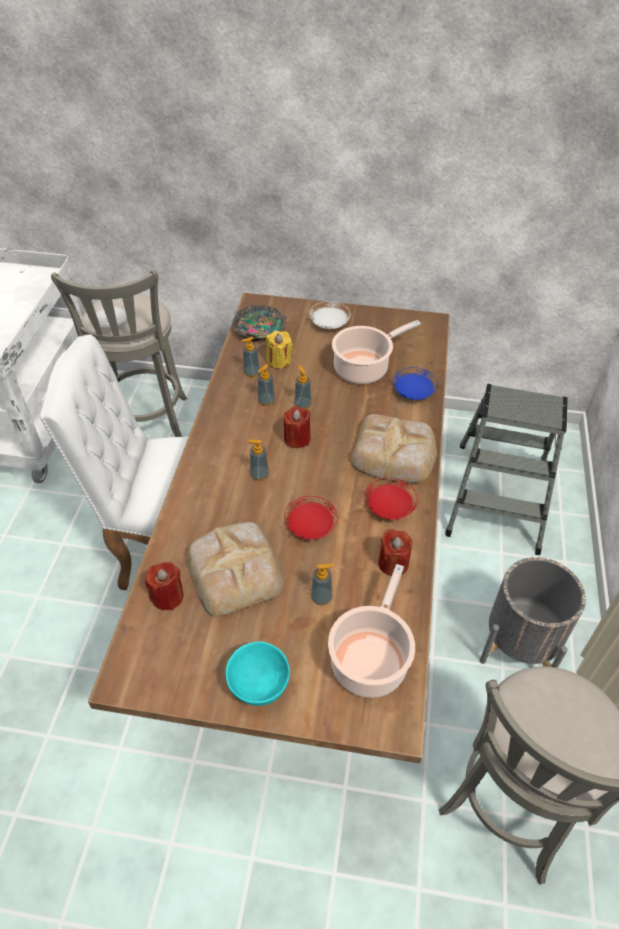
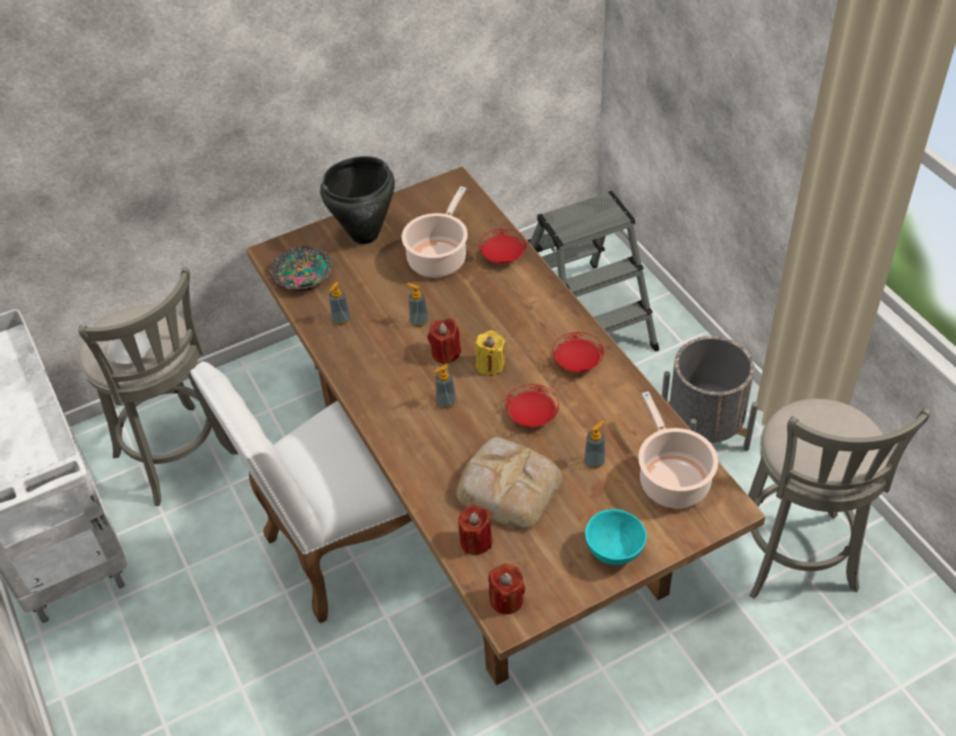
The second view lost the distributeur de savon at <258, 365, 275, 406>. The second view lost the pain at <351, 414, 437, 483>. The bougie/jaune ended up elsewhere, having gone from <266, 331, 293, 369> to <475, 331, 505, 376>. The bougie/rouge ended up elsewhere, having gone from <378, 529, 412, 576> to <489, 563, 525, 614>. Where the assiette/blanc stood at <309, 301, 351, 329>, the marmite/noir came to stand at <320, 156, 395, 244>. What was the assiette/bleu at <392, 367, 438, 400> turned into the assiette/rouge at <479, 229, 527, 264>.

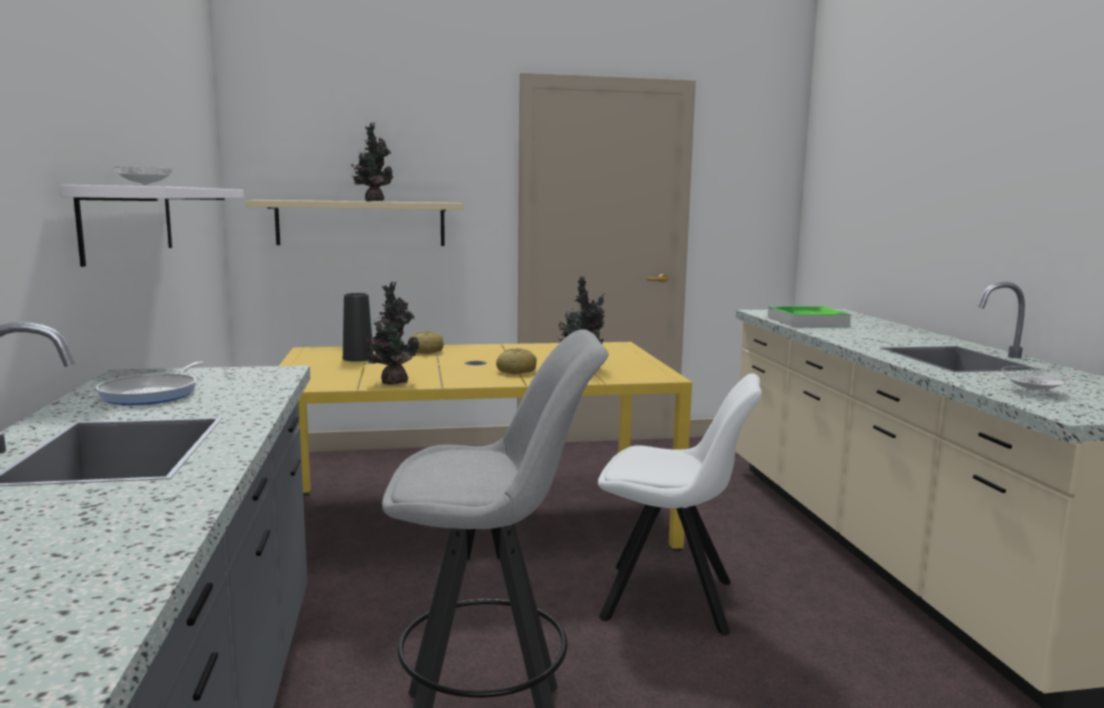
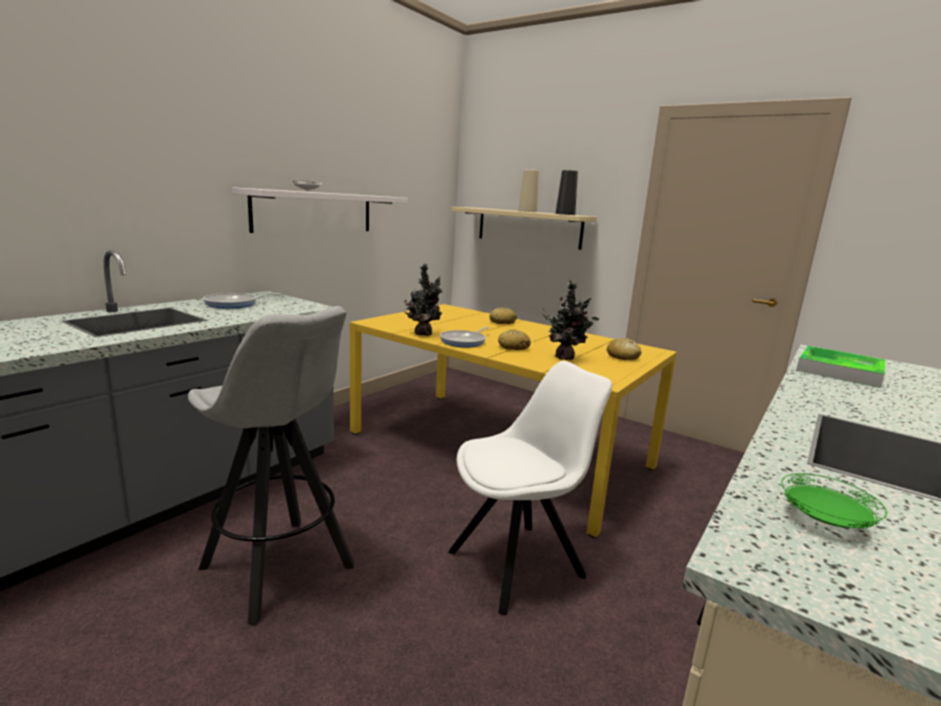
The second view gained the poêle at <440, 327, 489, 348>. The second view gained the pain at <607, 338, 642, 360>. The vase/noir ended up elsewhere, having gone from <343, 293, 374, 362> to <555, 170, 578, 215>. Where the plante en pot stood at <351, 122, 394, 201>, the vase/beige came to stand at <518, 169, 539, 212>. What was the assiette/blanc at <1002, 366, 1071, 392> turned into the assiette/vert at <781, 473, 887, 528>. The chaise/blanc at <598, 373, 762, 636> ended up facing another way, 90 degrees counterclockwise from before.

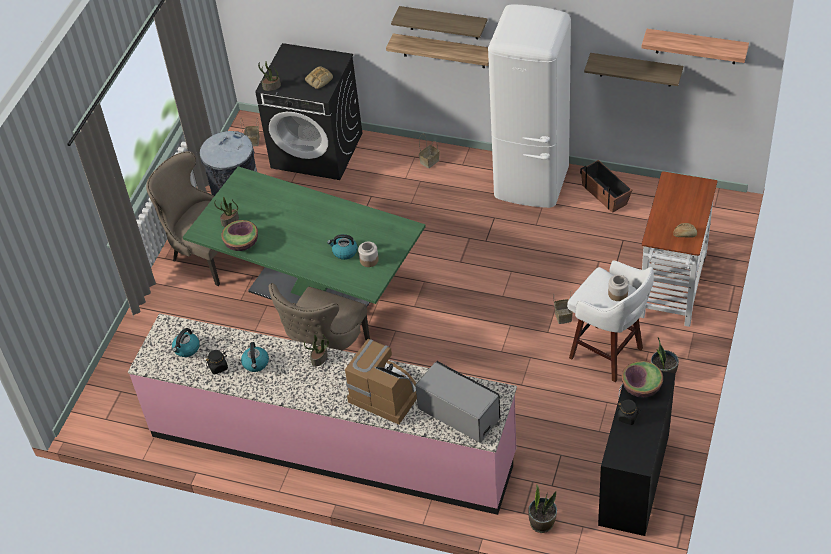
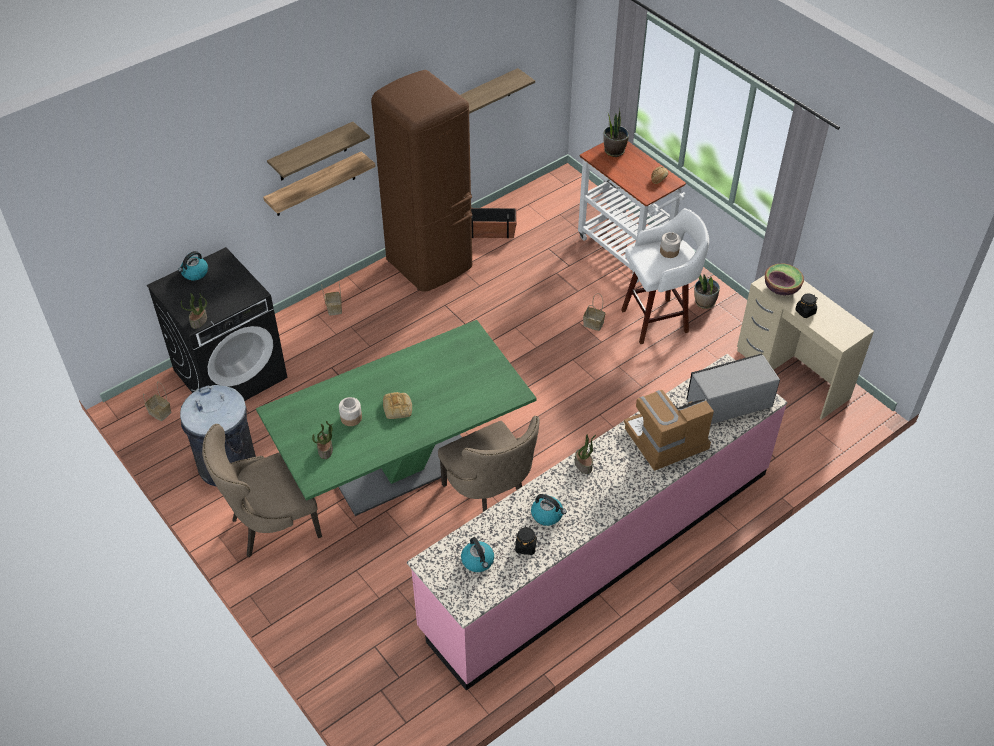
The second view lost the bol at <221, 220, 258, 251>. The second view lost the étagère at <641, 29, 749, 64>. The pain ended up elsewhere, having gone from <305, 66, 333, 89> to <383, 392, 412, 419>. The bouilloire ended up elsewhere, having gone from <327, 234, 358, 260> to <178, 251, 208, 280>. The bocal ended up elsewhere, having gone from <358, 242, 379, 267> to <339, 397, 362, 426>. The plante en pot ended up elsewhere, having gone from <528, 484, 557, 533> to <603, 107, 629, 157>. What was the réfrigérateur/blanc at <488, 5, 571, 208> turned into the réfrigérateur/marron at <371, 70, 472, 292>. What was the bureau/noir at <598, 364, 675, 536> turned into the bureau/beige at <737, 275, 874, 420>.

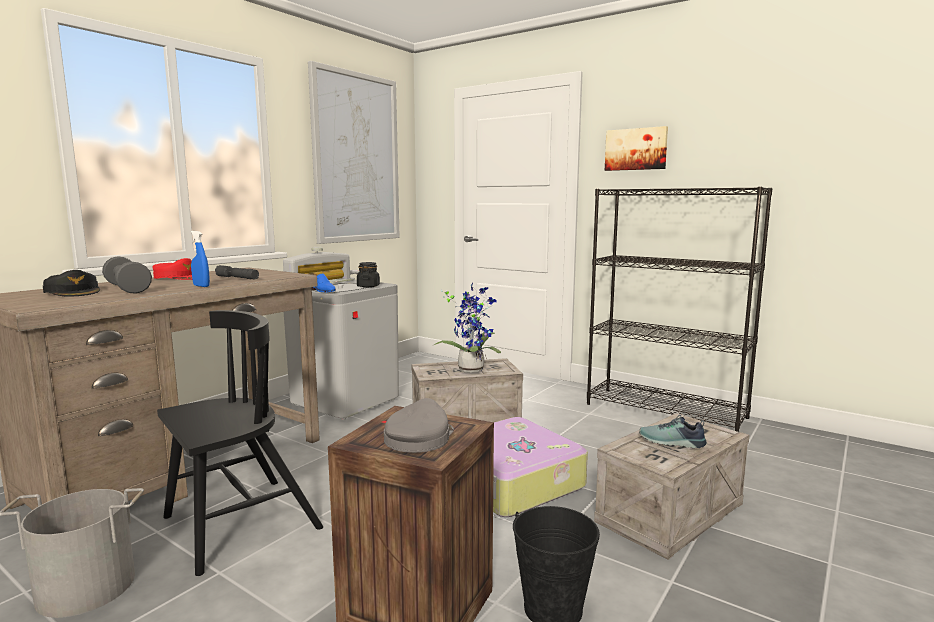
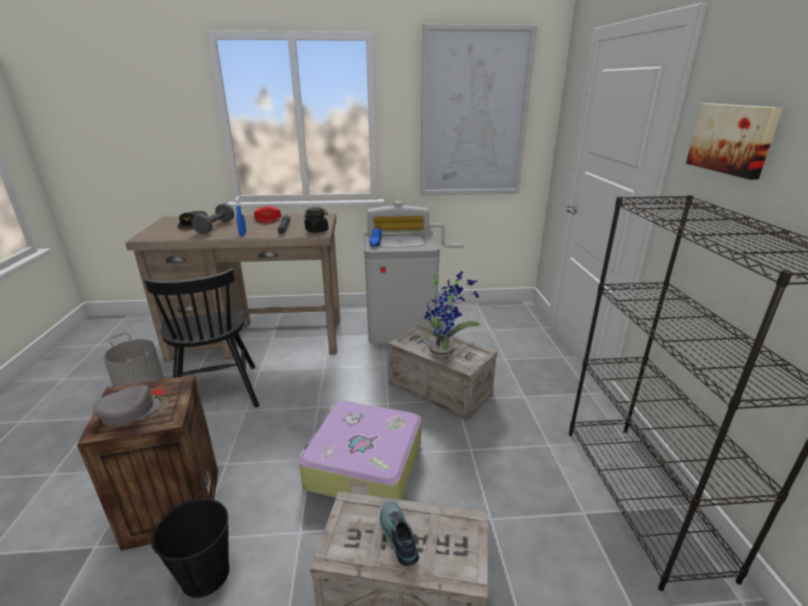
The bocal/noir ended up elsewhere, having gone from <357, 262, 380, 288> to <304, 207, 328, 233>. The chaise/noir at <157, 310, 323, 576> ended up facing another way, 60 degrees clockwise from before.

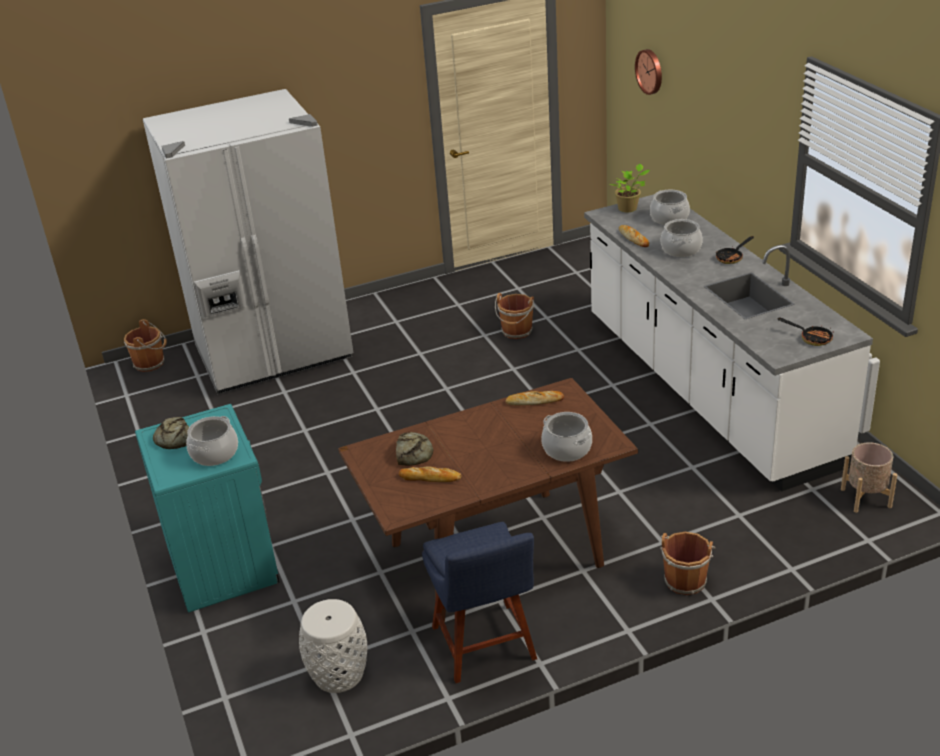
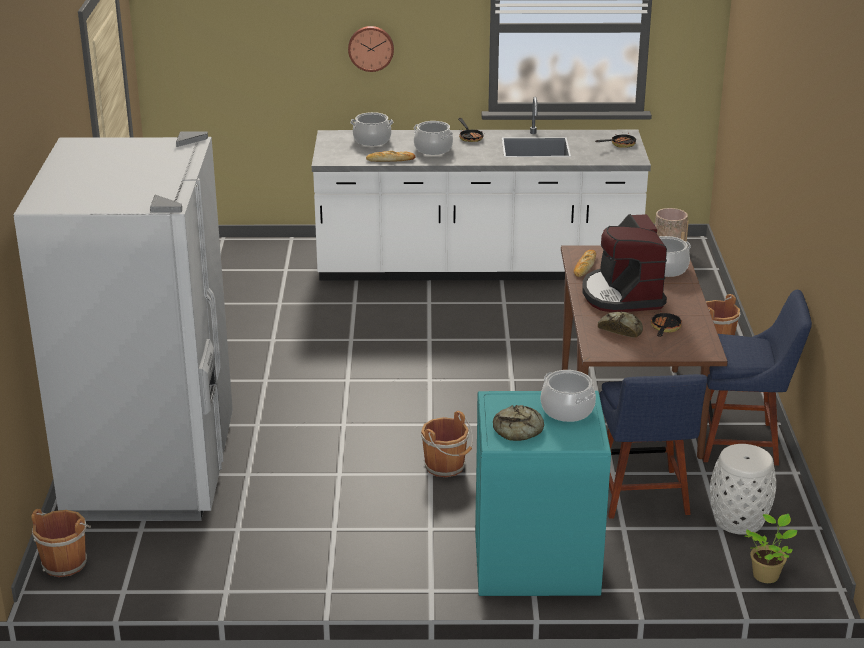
The second view gained the machine à café at <582, 214, 667, 312>. The second view gained the chaise/bleu at <599, 374, 707, 519>. The seau/marron ended up elsewhere, having gone from <495, 293, 535, 339> to <421, 411, 473, 477>. The plante en pot ended up elsewhere, having gone from <610, 164, 650, 212> to <744, 514, 798, 583>. The horloge murale ended up elsewhere, having gone from <635, 49, 662, 95> to <348, 26, 394, 72>. Where the pain stood at <399, 466, 462, 482>, the poêle came to stand at <651, 311, 682, 337>.

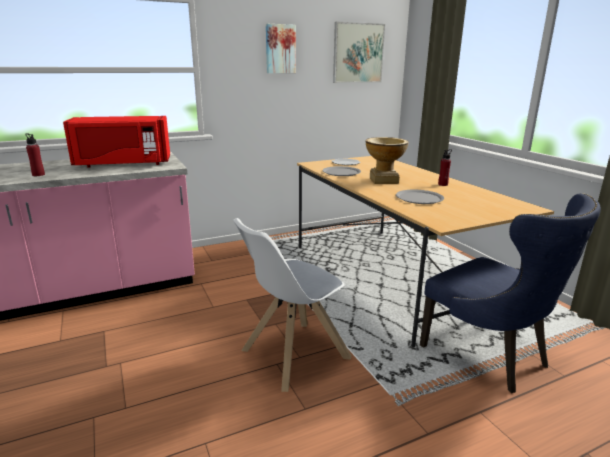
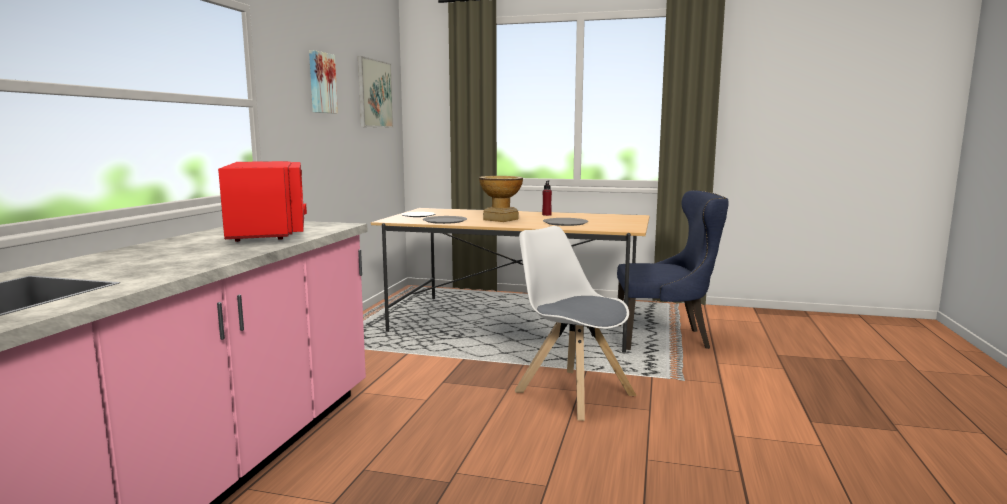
The second view lost the bouteille/rouge at <25, 133, 45, 176>. The micro-ondes/rouge at <63, 116, 170, 168> ended up facing another way, 45 degrees counterclockwise from before. The chaise at <233, 218, 352, 392> ended up facing another way, 135 degrees clockwise from before.

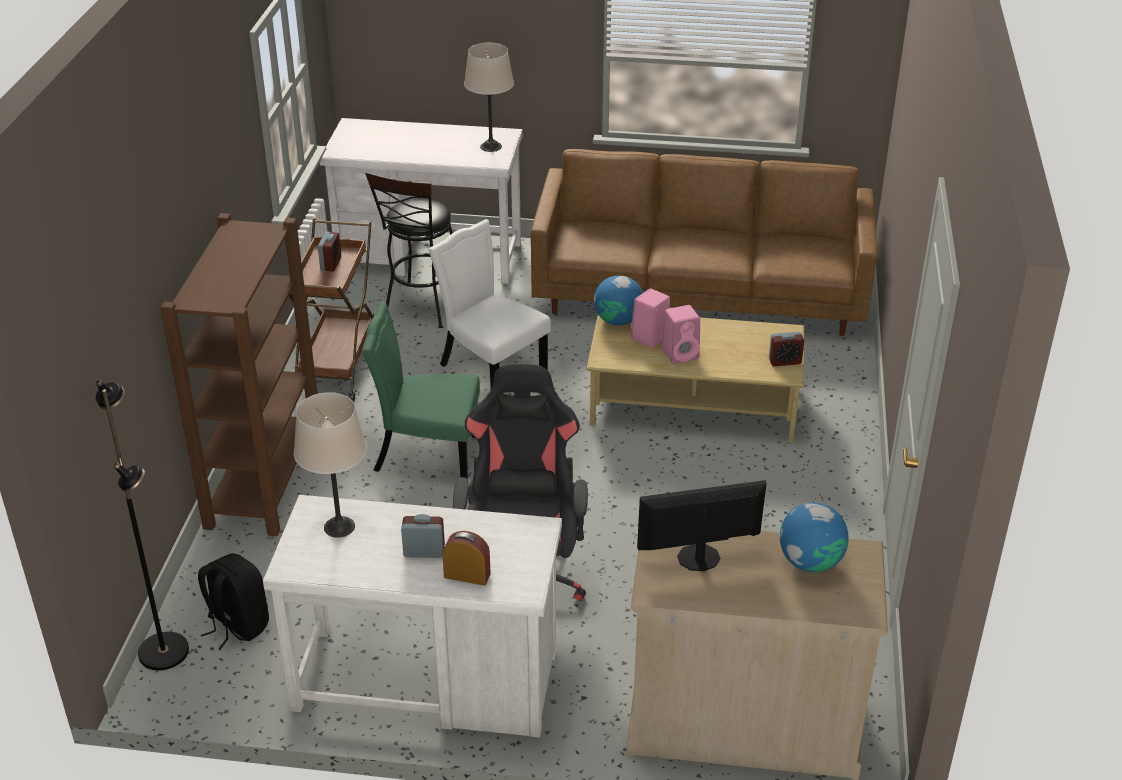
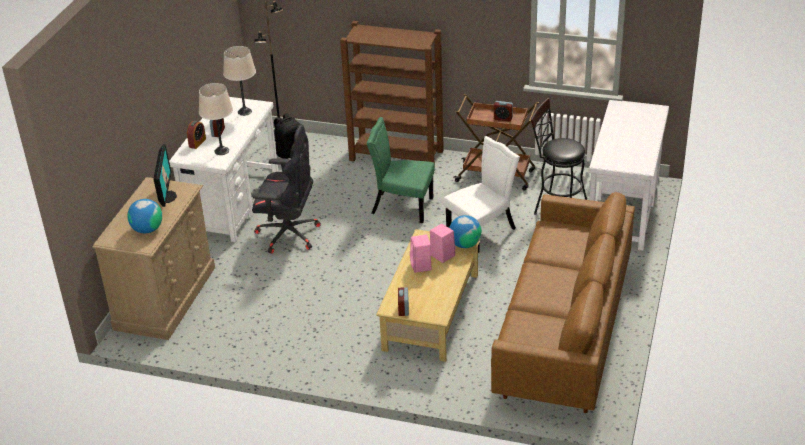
The lampe de table/beige ended up elsewhere, having gone from <464, 43, 514, 152> to <199, 83, 233, 155>. The chaise/vert at <362, 302, 480, 479> ended up facing another way, 90 degrees counterclockwise from before.

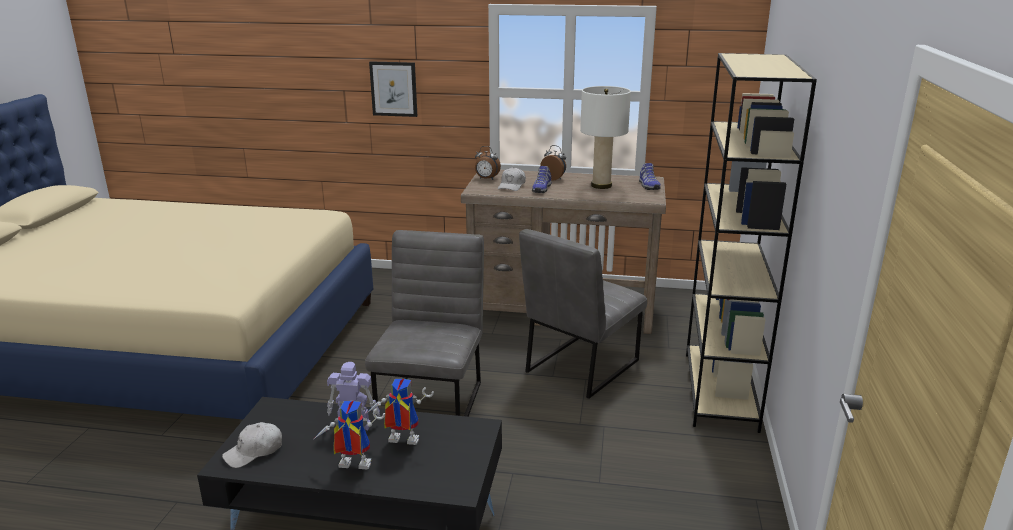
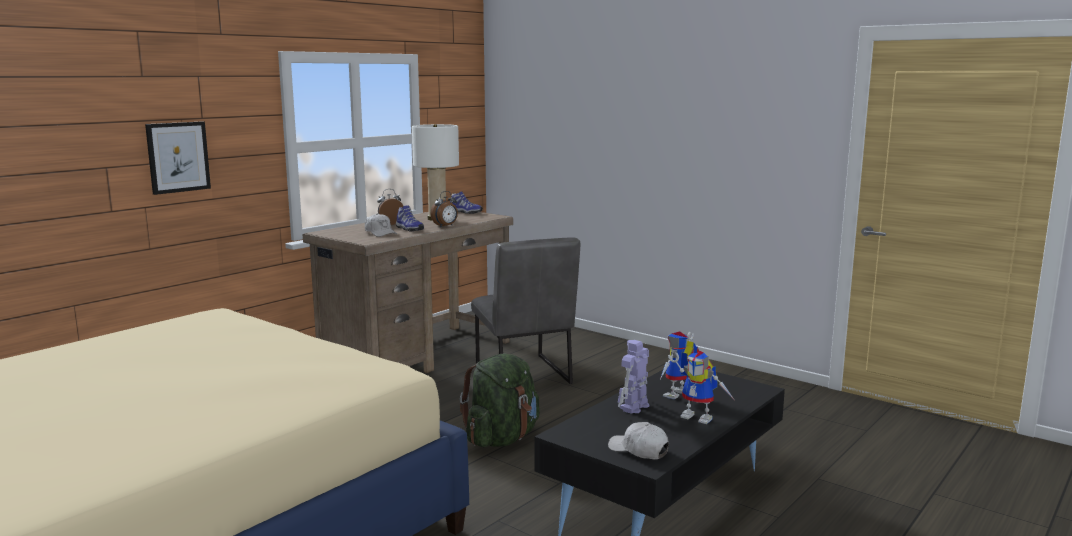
The second view lost the bibliothèque/beige at <686, 53, 817, 433>. The réveil ended up elsewhere, having gone from <475, 146, 501, 180> to <431, 191, 458, 227>. Where the chaise/gris stood at <365, 230, 484, 417>, the sac à dos/vert came to stand at <460, 353, 540, 447>. The casquette/blanc at <222, 422, 282, 468> ended up facing another way, 135 degrees clockwise from before. The robot jouet at <314, 401, 385, 469> ended up facing another way, 90 degrees counterclockwise from before.

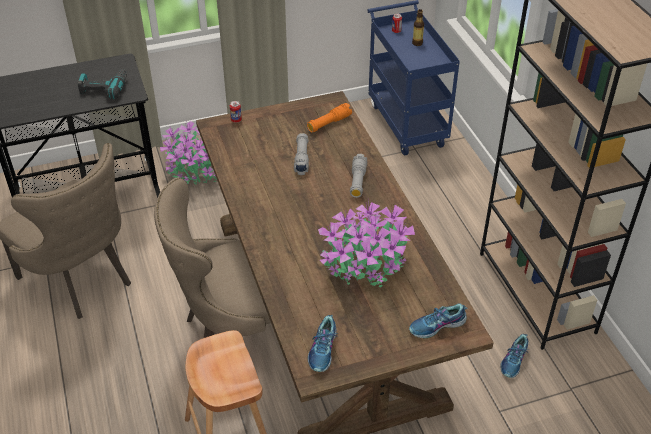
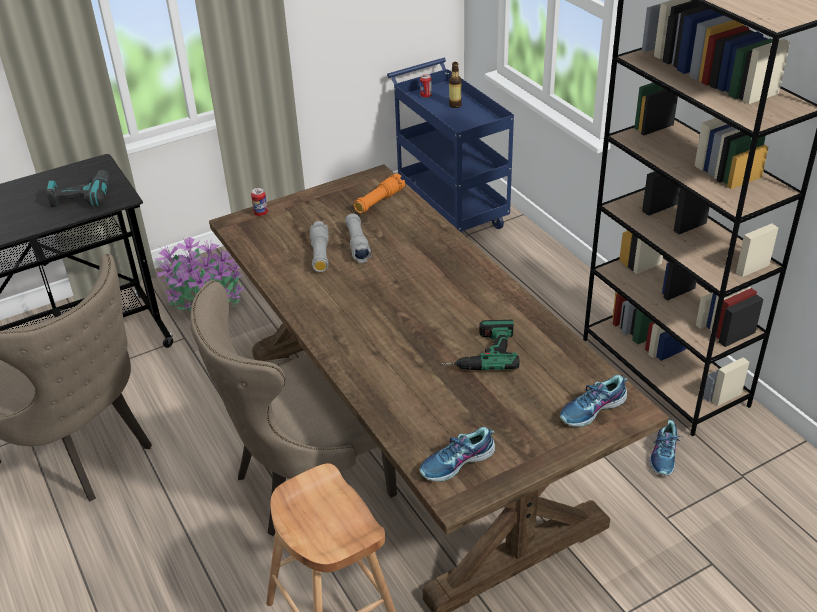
The lampe de poche/gris ended up elsewhere, having gone from <350, 154, 367, 198> to <310, 221, 329, 272>. Where the plante en pot stood at <318, 202, 415, 288>, the perceuse came to stand at <441, 320, 520, 370>. The chaussure at <308, 315, 337, 372> ended up facing another way, 60 degrees clockwise from before.

